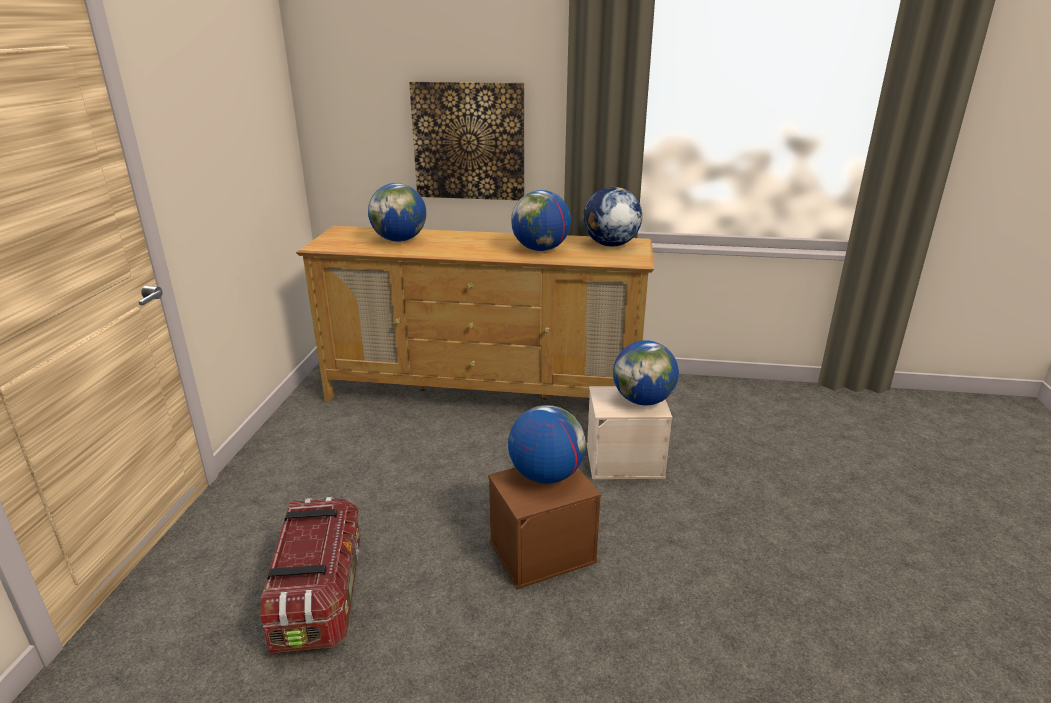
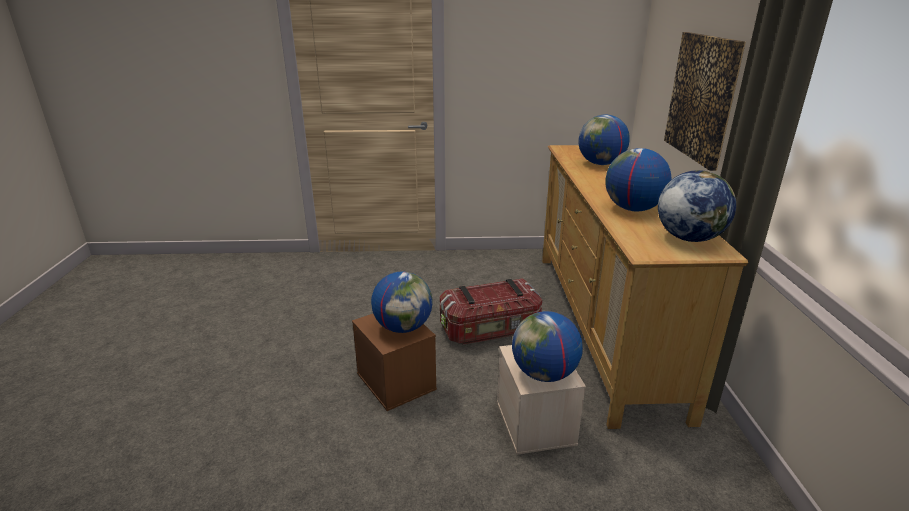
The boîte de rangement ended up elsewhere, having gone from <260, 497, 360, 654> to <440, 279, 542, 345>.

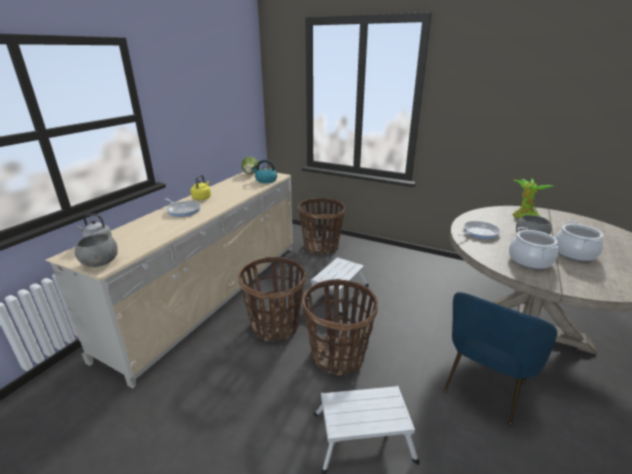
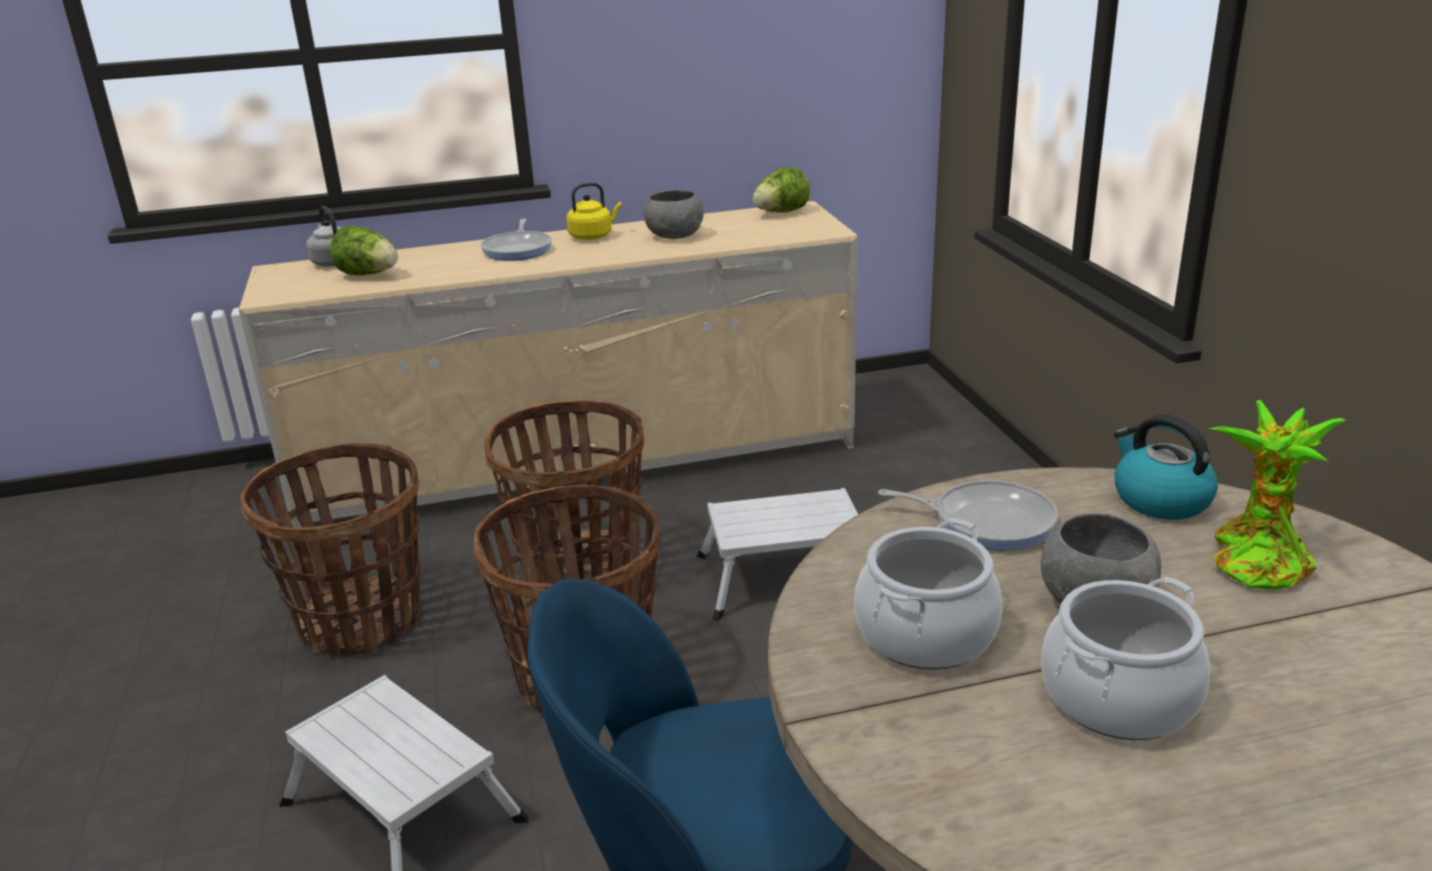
The second view gained the laitue at <330, 226, 398, 275>. The bol/gris ended up elsewhere, having gone from <75, 234, 118, 267> to <644, 190, 704, 239>. The bouilloire ended up elsewhere, having gone from <251, 160, 277, 183> to <1114, 415, 1218, 520>. The panier ended up elsewhere, having gone from <298, 198, 345, 255> to <240, 443, 421, 657>.

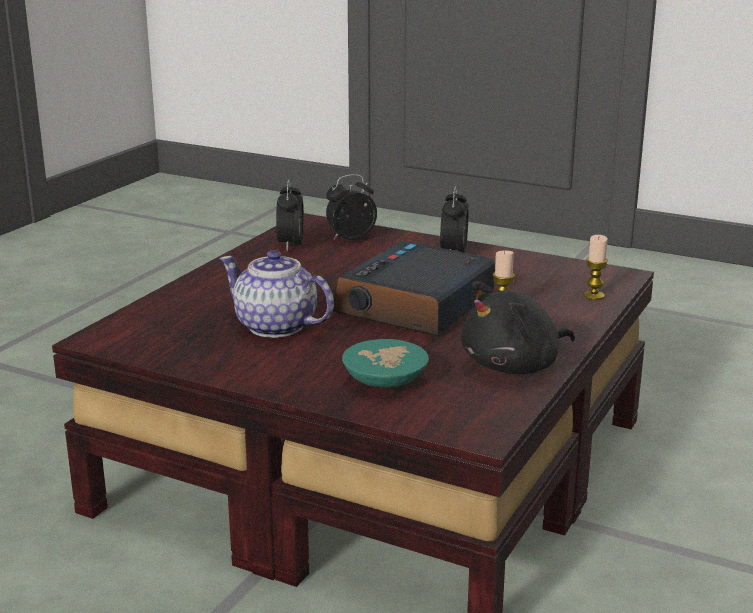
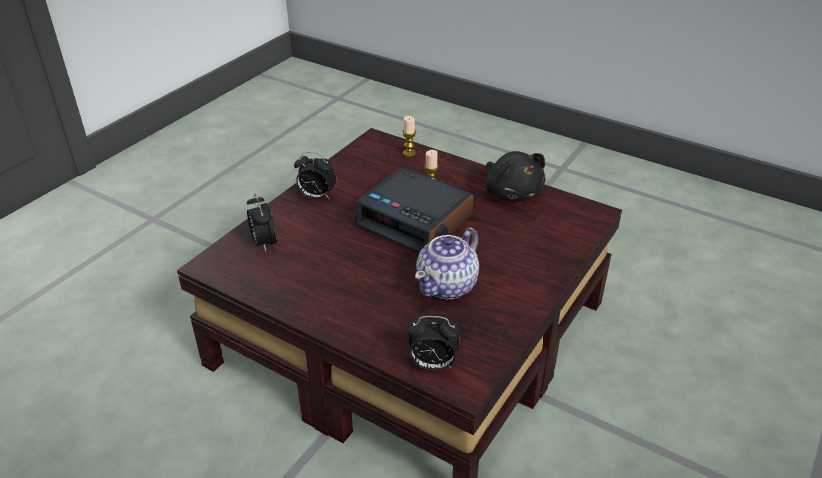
The second view lost the bol/turquoise at <342, 339, 429, 388>. The réveil ended up elsewhere, having gone from <276, 179, 304, 251> to <407, 316, 460, 370>.

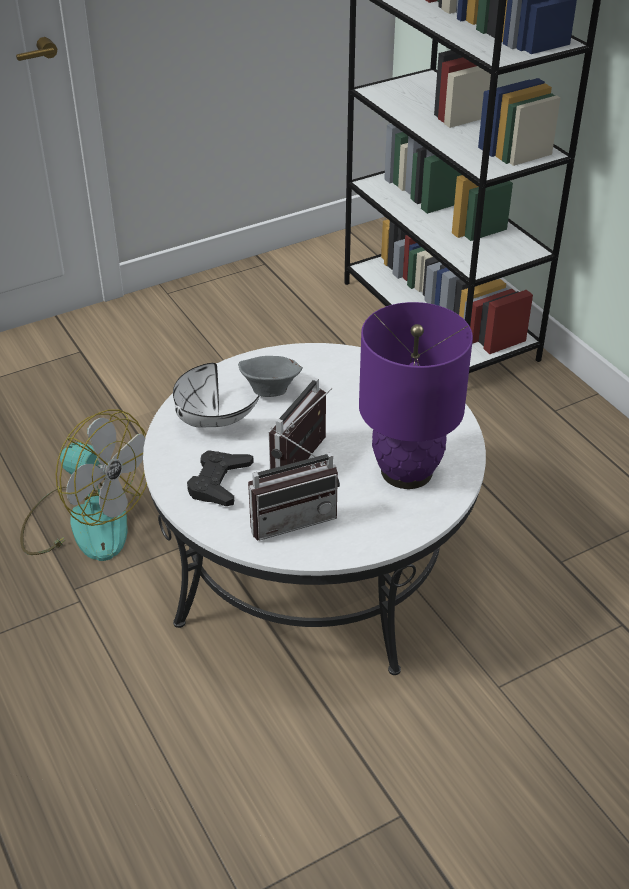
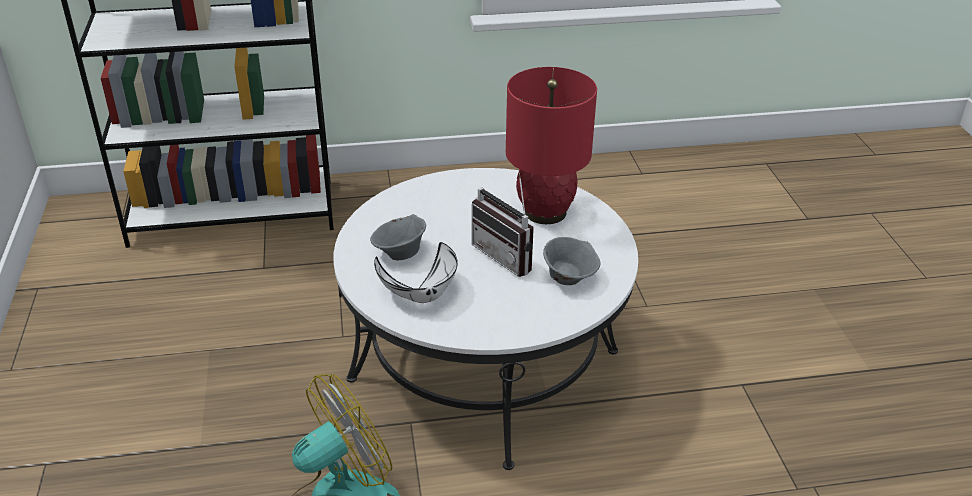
The second view lost the manette/noir at <187, 450, 254, 506>. Where the radio stood at <248, 428, 340, 541>, the bol/gris came to stand at <543, 237, 601, 285>. What was the lampe de table/violet at <359, 302, 473, 489> turned into the lampe de table/rouge at <506, 67, 597, 224>.

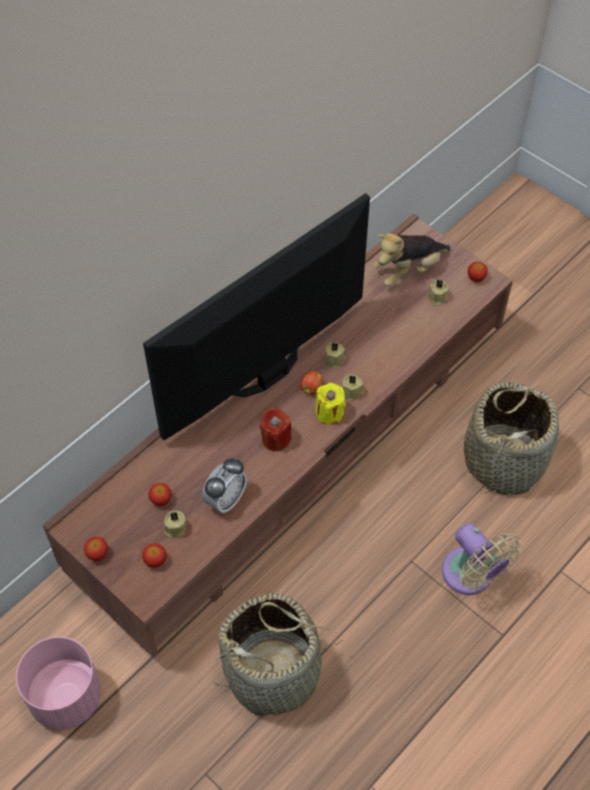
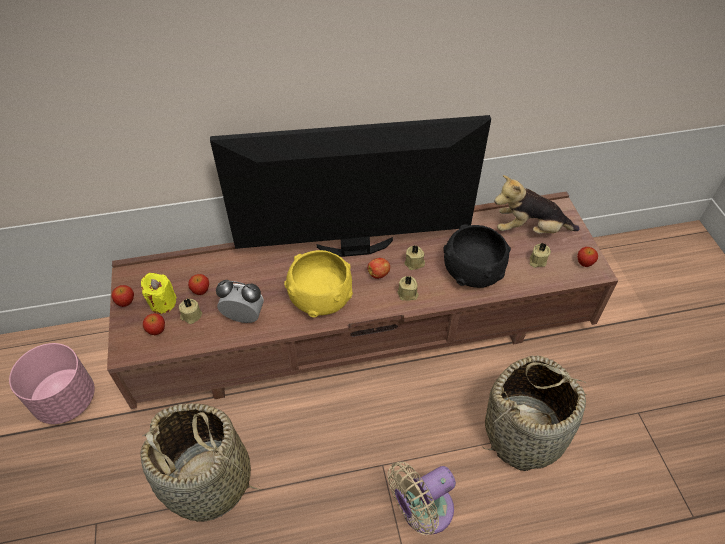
The second view gained the bol/noir at <443, 224, 511, 288>. The bougie/jaune ended up elsewhere, having gone from <316, 383, 346, 425> to <141, 273, 177, 314>. Where the bougie/rouge stood at <260, 407, 292, 451>, the bol/jaune came to stand at <284, 250, 353, 318>. The réveil at <202, 458, 247, 514> ended up facing another way, 150 degrees counterclockwise from before. The ventilateur/beige at <442, 523, 522, 595> ended up facing another way, 60 degrees clockwise from before.

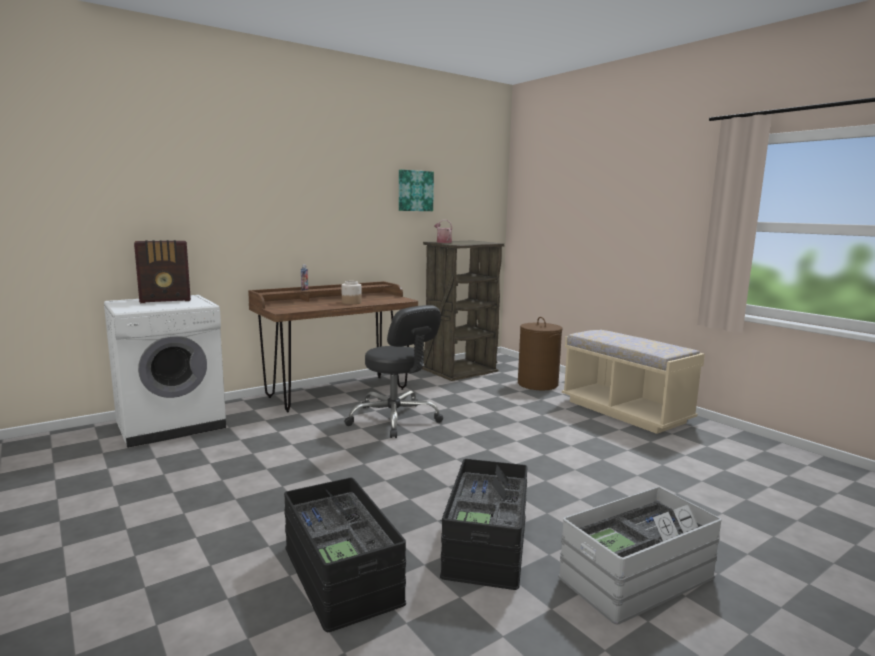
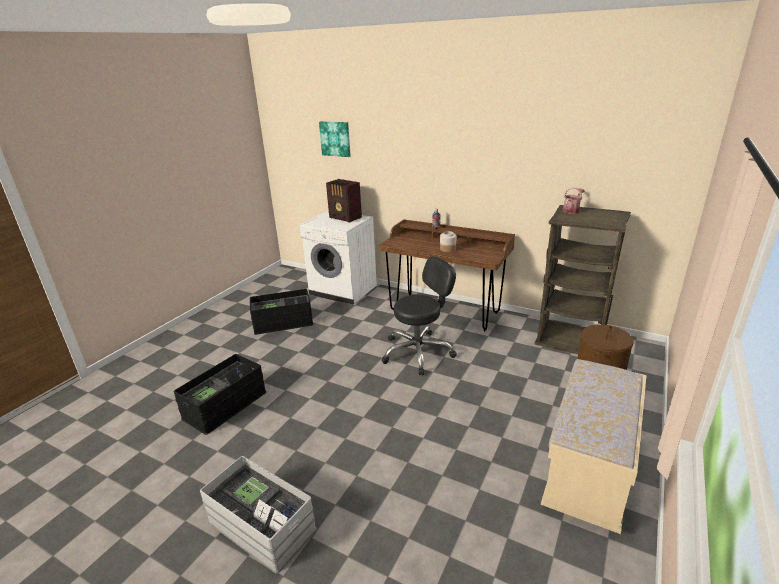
The tableau ended up elsewhere, having gone from <399, 170, 434, 211> to <319, 121, 351, 157>. The boîte de rangement/noir ended up elsewhere, having gone from <440, 459, 528, 590> to <250, 289, 313, 335>. The chaise de bureau/noir at <344, 305, 443, 438> ended up facing another way, 135 degrees counterclockwise from before.

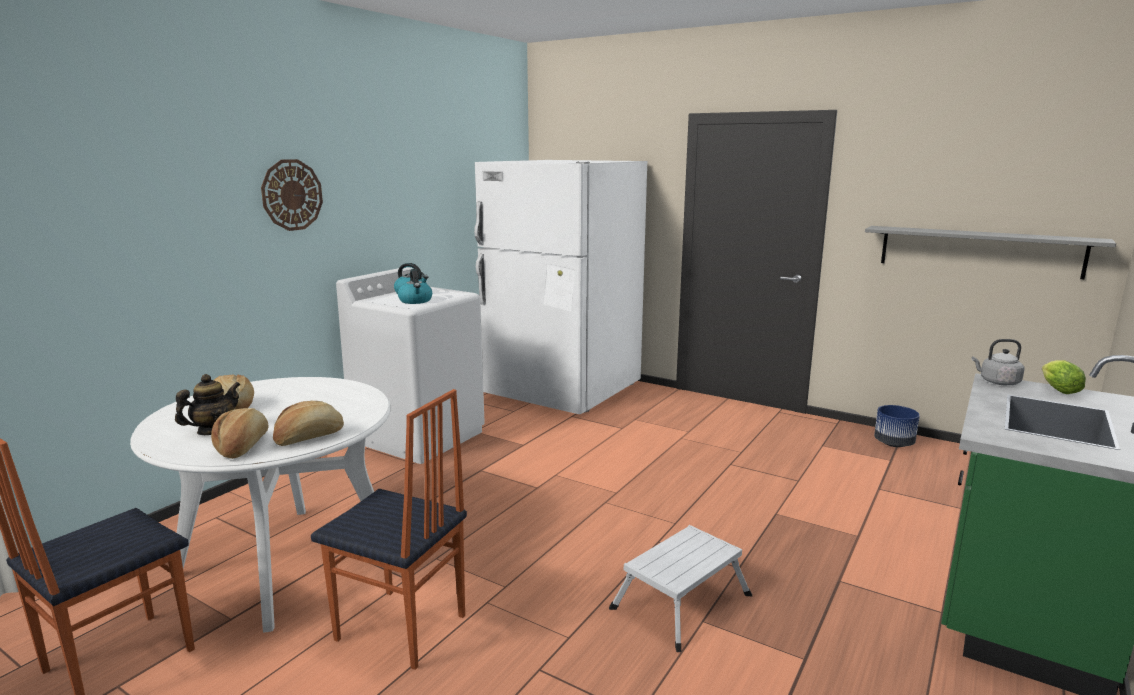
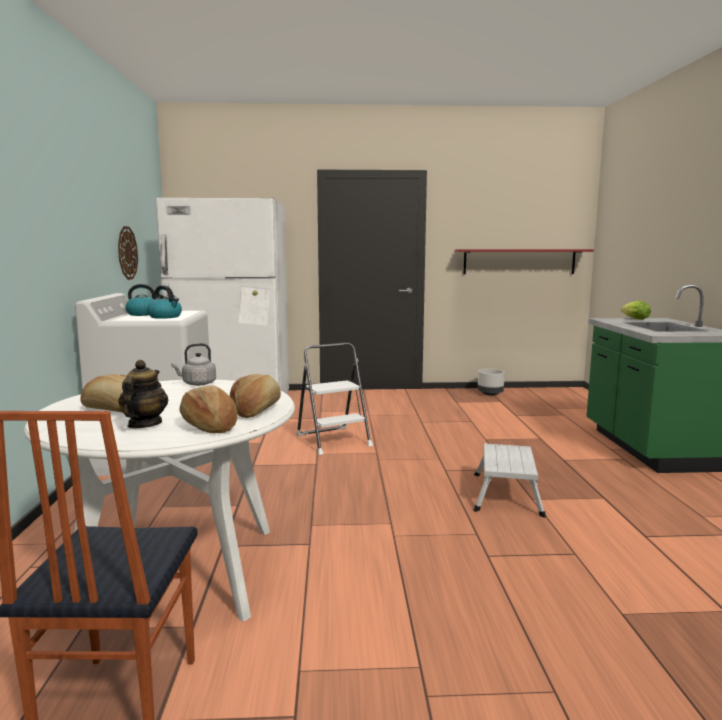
The second view lost the chaise at <311, 389, 467, 670>. The second view gained the escabeau/blanc at <297, 343, 373, 455>. The horloge murale ended up elsewhere, having gone from <261, 159, 323, 231> to <118, 226, 138, 280>. The bouilloire/gris ended up elsewhere, having gone from <972, 339, 1025, 385> to <171, 343, 216, 386>. What was the étagère/gris at <865, 226, 1116, 279> turned into the étagère/rouge at <455, 249, 594, 274>. What was the cache-pot/bleu at <874, 405, 920, 447> turned into the cache-pot/gris at <478, 369, 505, 395>.

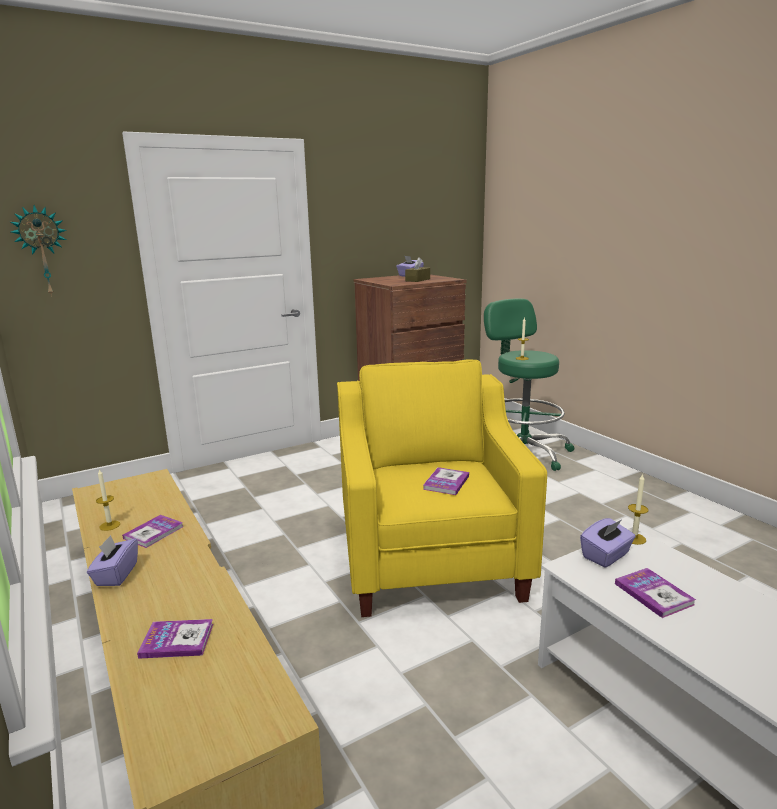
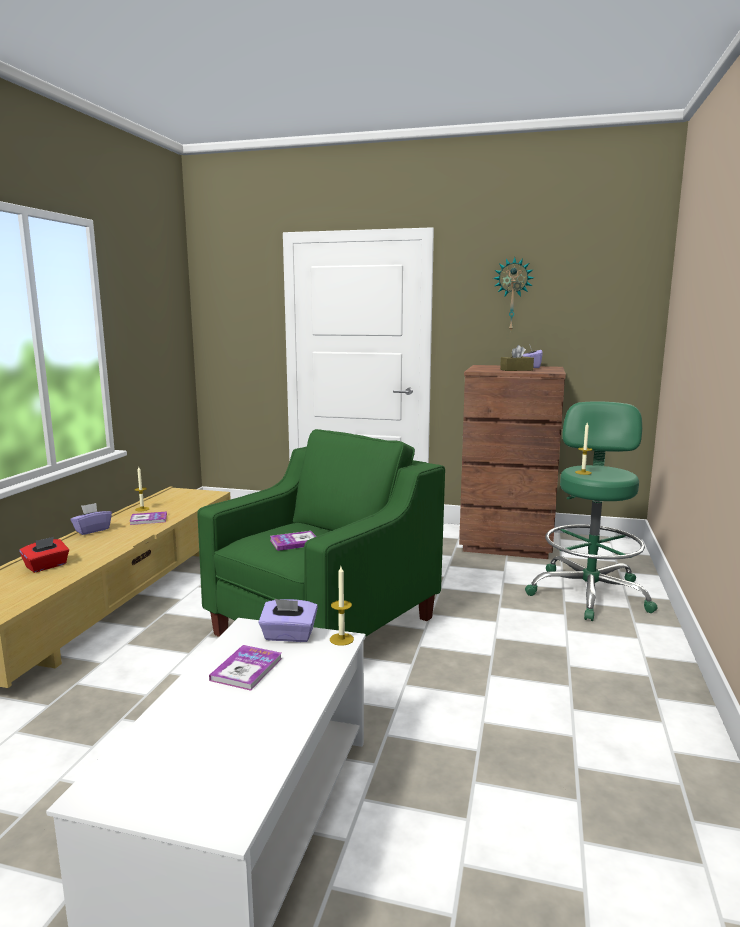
The horloge murale ended up elsewhere, having gone from <10, 205, 67, 297> to <493, 257, 534, 331>. Where the livre stood at <137, 619, 213, 659>, the boîte à mouchoirs/rouge came to stand at <19, 537, 69, 573>. What was the fauteuil/jaune at <337, 359, 547, 617> turned into the fauteuil/vert at <197, 429, 445, 637>.

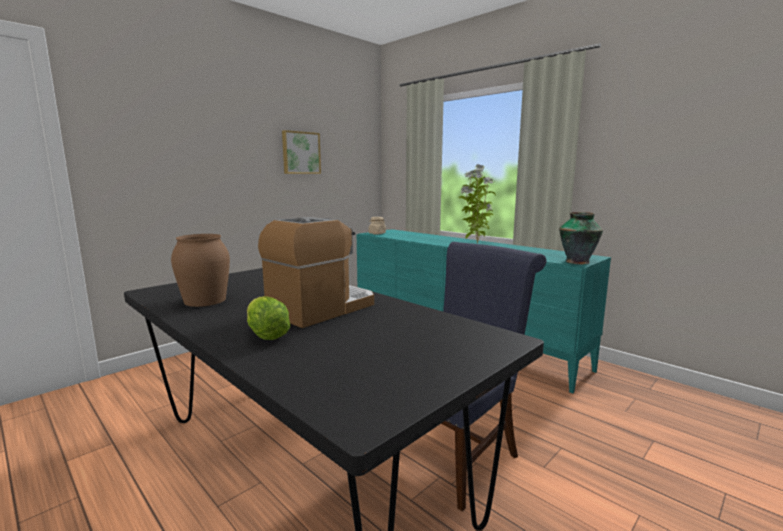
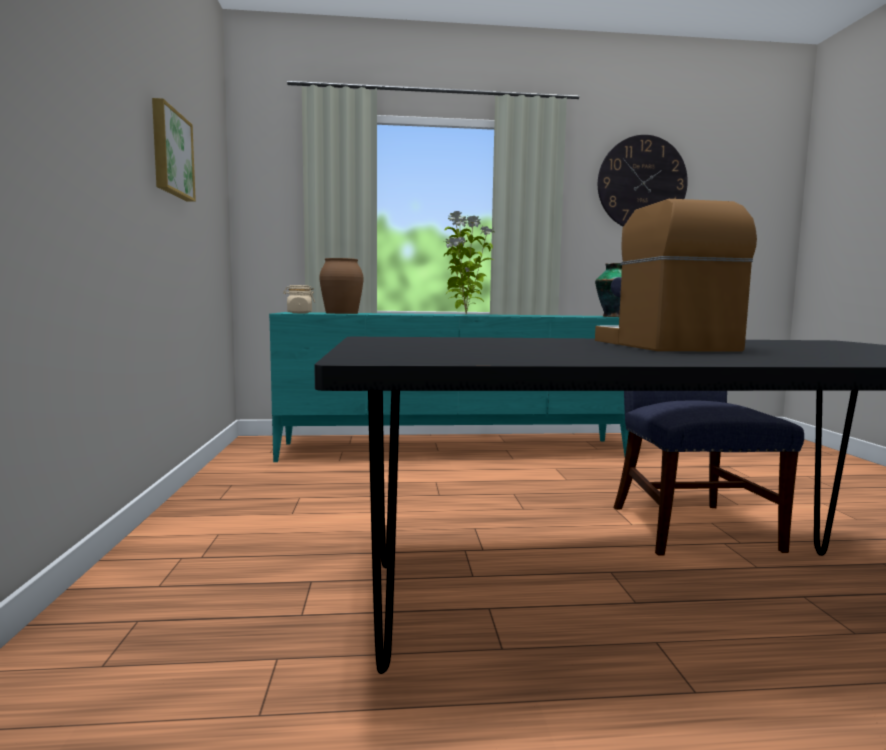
The second view lost the laitue at <247, 296, 291, 340>. The second view gained the horloge murale at <598, 135, 688, 226>. The vase/marron ended up elsewhere, having gone from <171, 234, 230, 307> to <319, 258, 363, 314>.

